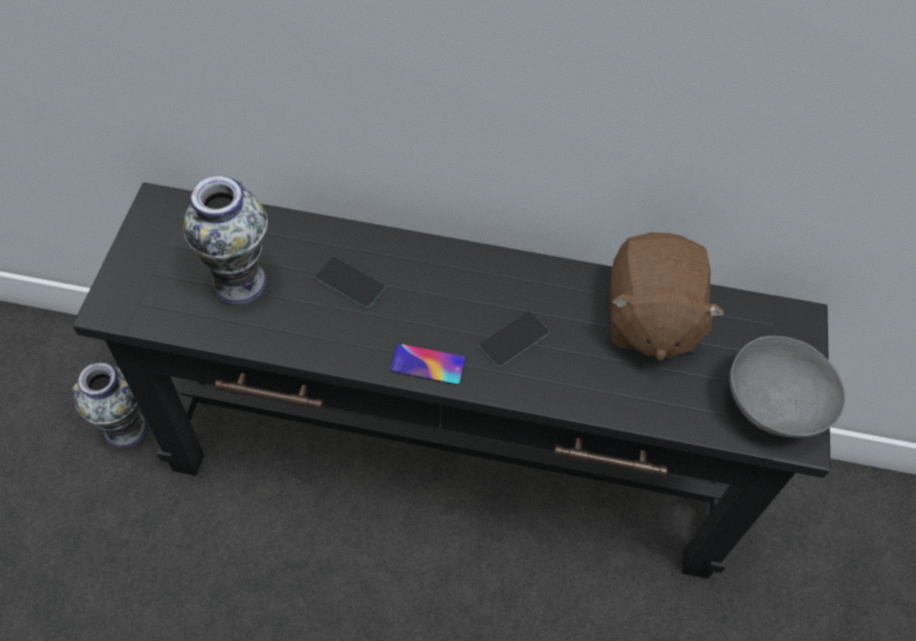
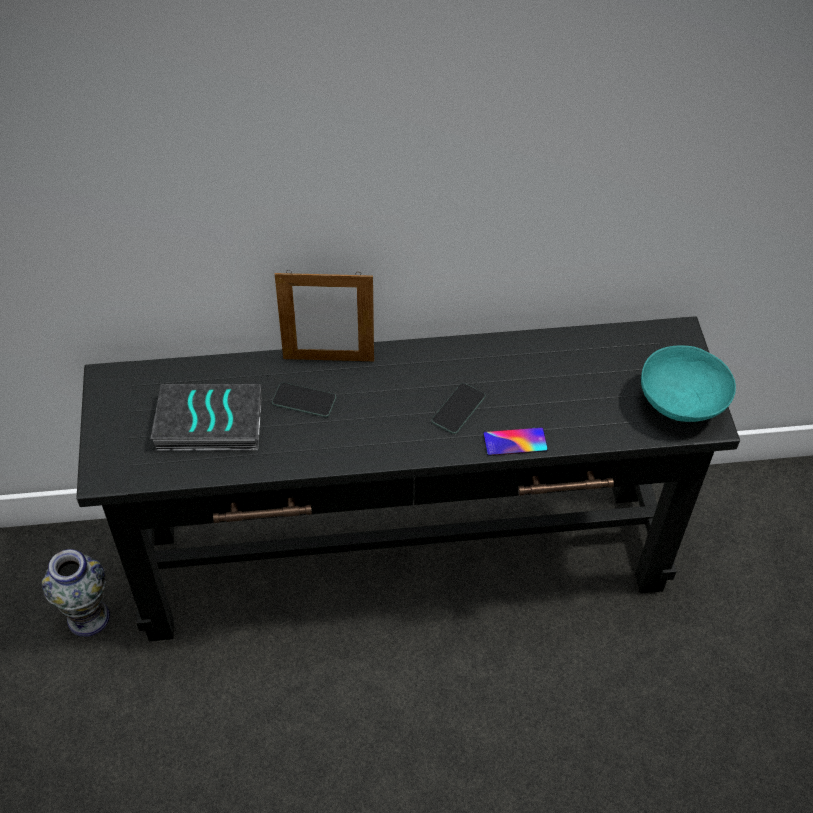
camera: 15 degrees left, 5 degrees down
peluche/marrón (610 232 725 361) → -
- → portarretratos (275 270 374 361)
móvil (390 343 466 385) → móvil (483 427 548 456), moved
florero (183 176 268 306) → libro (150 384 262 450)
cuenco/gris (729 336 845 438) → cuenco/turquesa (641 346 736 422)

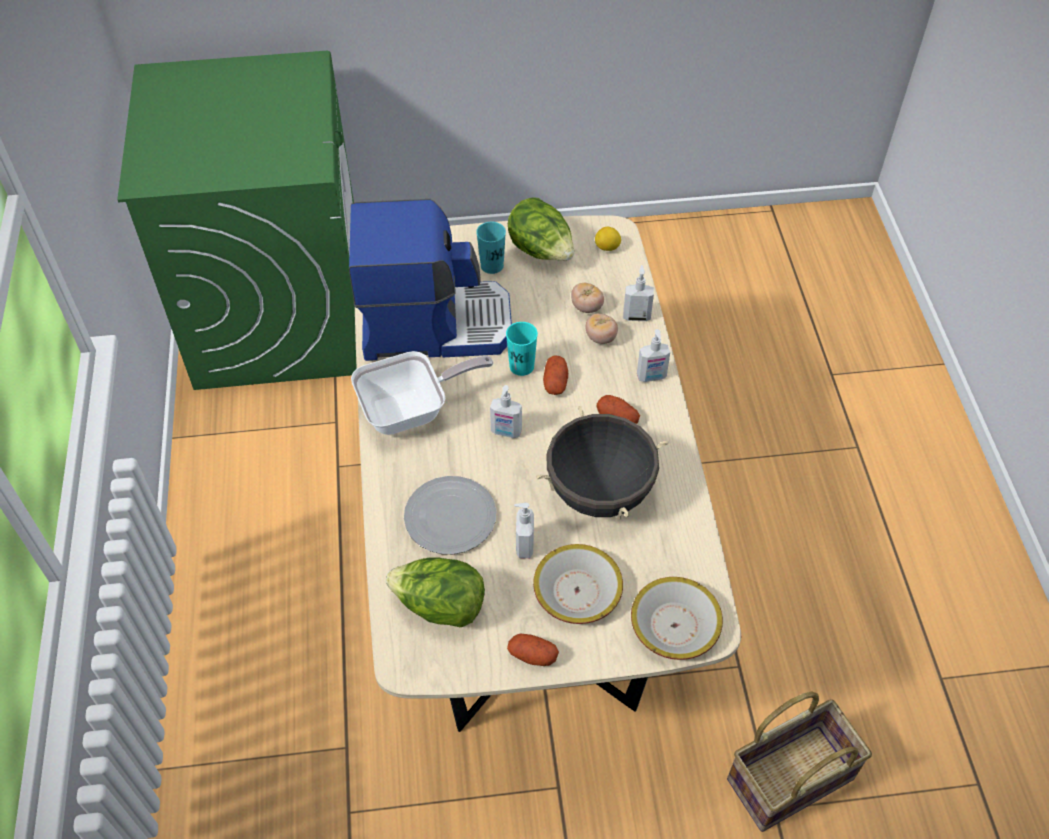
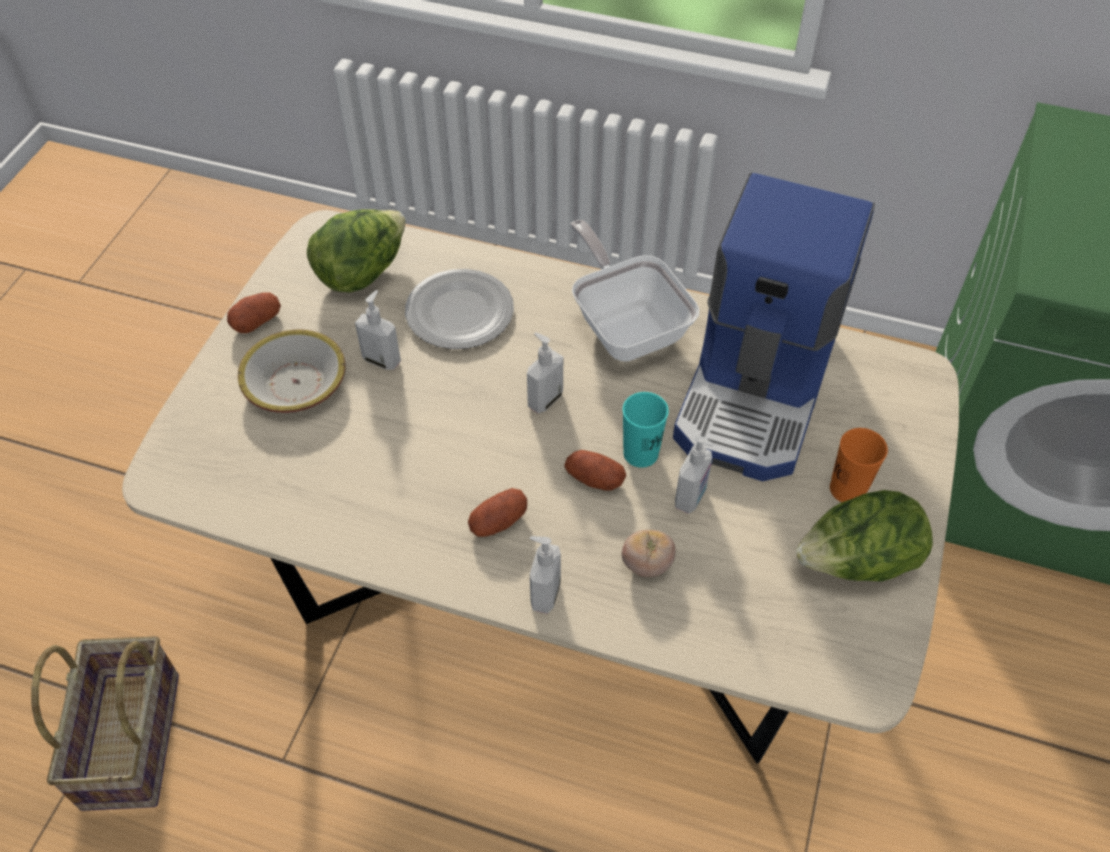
camera: 115 degrees right, 0 degrees up
olla/negro (536 406 669 519) → -
tomate (571 283 604 313) → -
limón (595 227 621 251) → -
cuenco (631 577 723 660) → -
dispensador de jabón (623 265 654 321) → dispensador de jabón (675 435 714 514), moved
taza/turquesa (476 222 506 274) → taza/naranja (830 428 888 502)
sartén (351 351 494 435) → sartén (571 220 699 362), 150 degrees clockwise

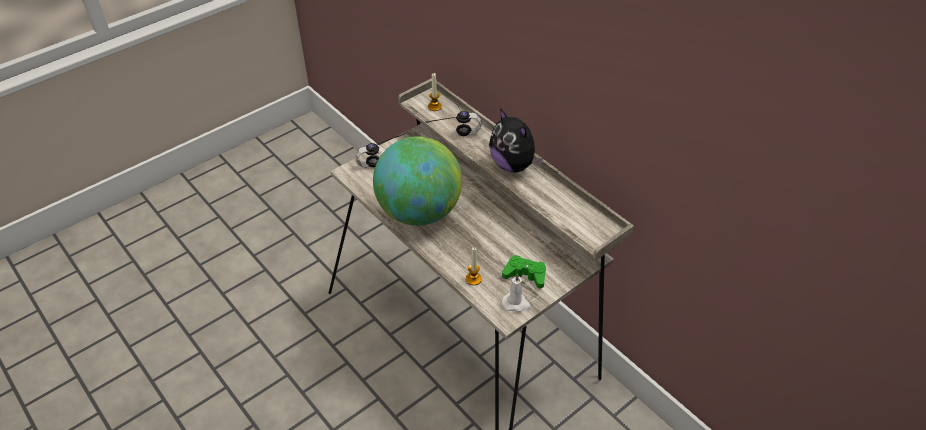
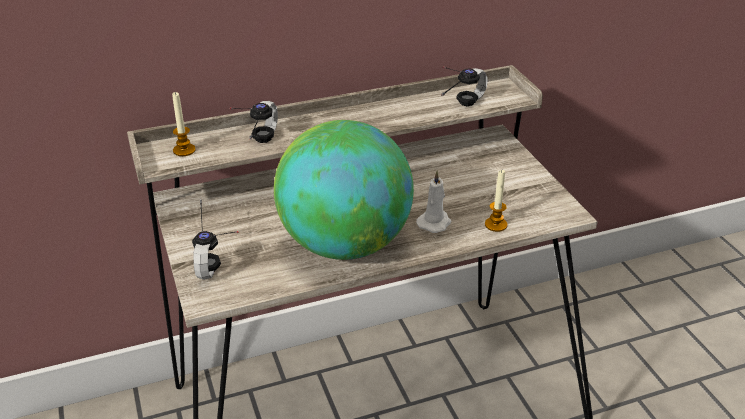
camera: 70 degrees left, 10 degrees down
peluche (489 108 543 172) → -
mando de consola/verde (502 255 546 288) → -
- → auriculares (441 66 488 106)
vela/blanco (502 273 531 312) → vela/blanco (416 170 451 233), moved

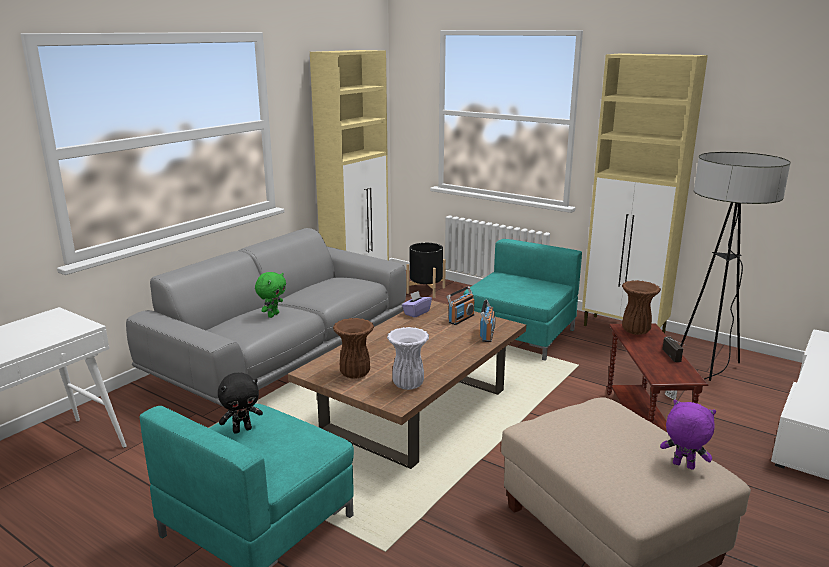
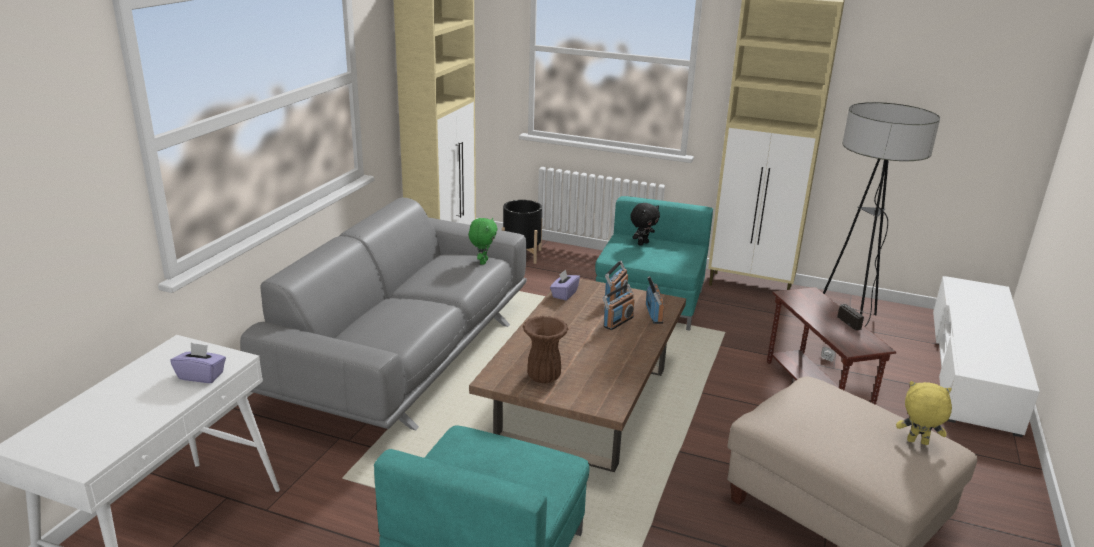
camera: 15 degrees left, 5 degrees up
florero/blanco (387 327 429 390) → -
florero/marrón (622 280 661 335) → -
- → caja de pañuelos/morado (171 343 226 383)
- → radio (603 284 635 330)
peluche/negro (218 373 263 434) → peluche/negro (630 203 660 246), moved
peluche/verde (255 272 286 318) → peluche/verde (469 218 498 265), moved
peluche/morado (660 400 716 470) → peluche/amarillo (896 381 952 445)

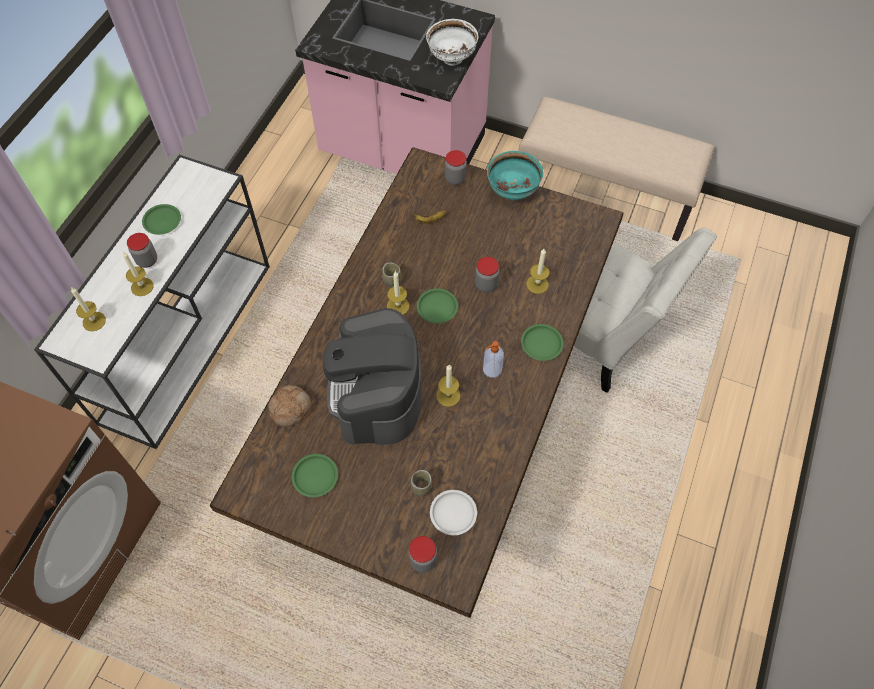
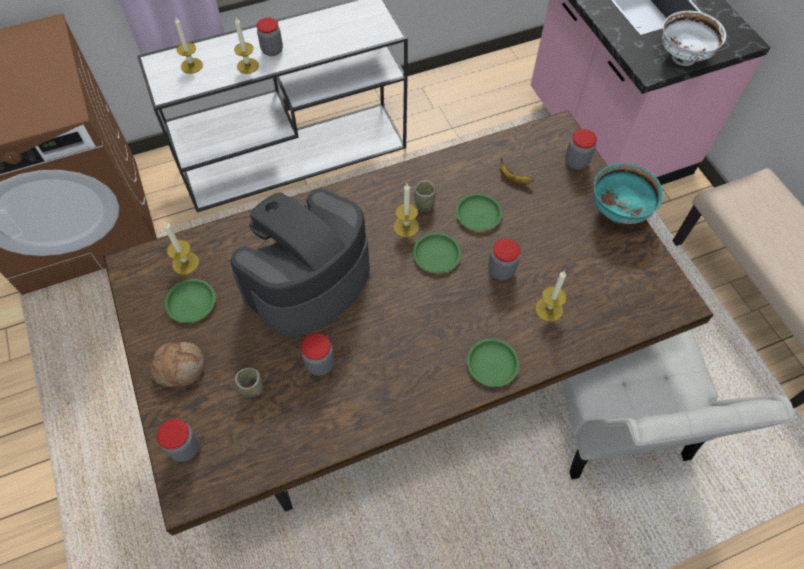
camera: 45 degrees right, 0 degrees up
plato/blanco (430 490 477 535) → -
dispensador de jabón (483 341 504 378) → -
- → tarro (301 333 334 376)
plato/verde (142 204 181 235) → plato/verde (456 193 502 231), moved
pan (268 385 311 427) → pan (150 342 204 387), moved
vela (436 365 460 407) → vela (164 222 199 275), moved

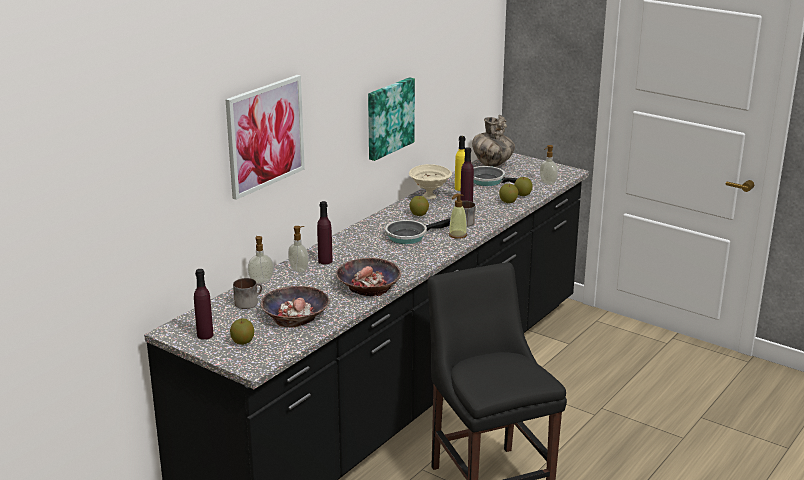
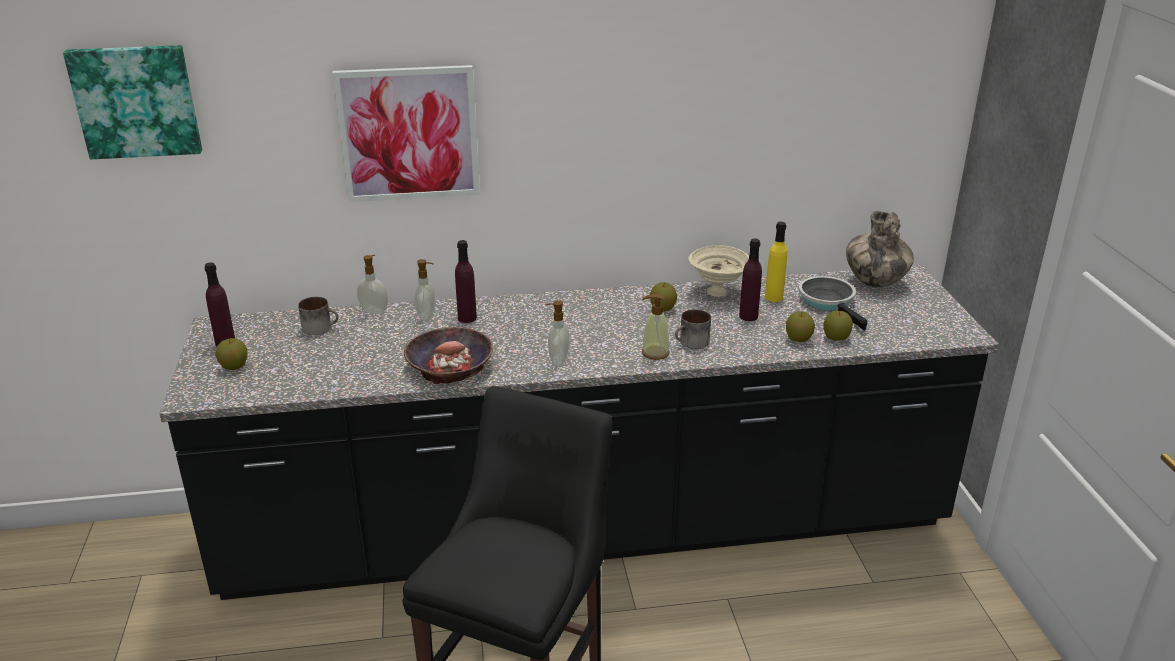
camera: 45 degrees right, 5 degrees up
cuenco (261 286 330 327) → -
sartén (385 218 450 244) → -
cuadro (368 77 415 161) → cuadro (63 45 202 159), moved
dispensador de jabón (540 145 558 185) → dispensador de jabón (545 300 569 366), moved

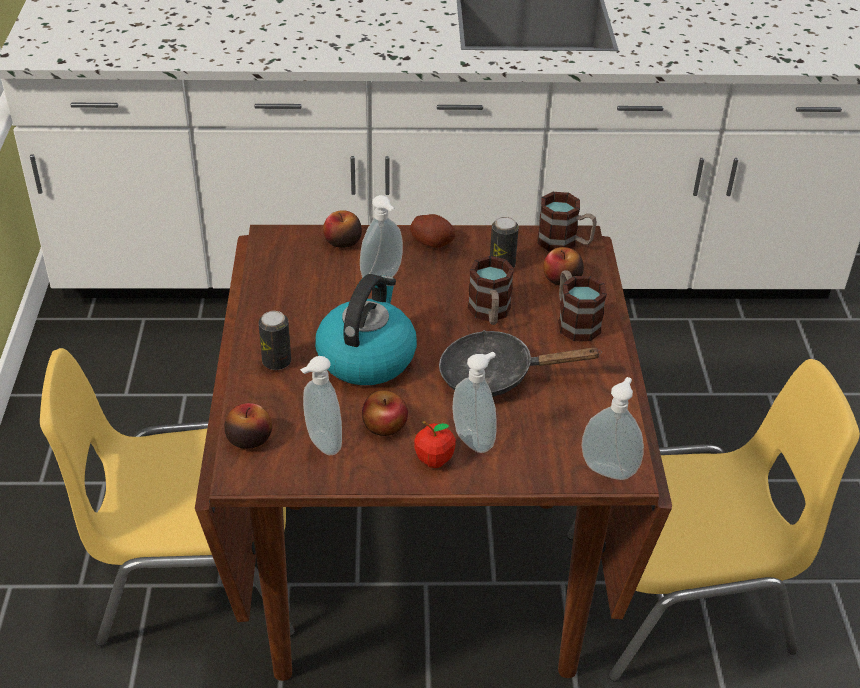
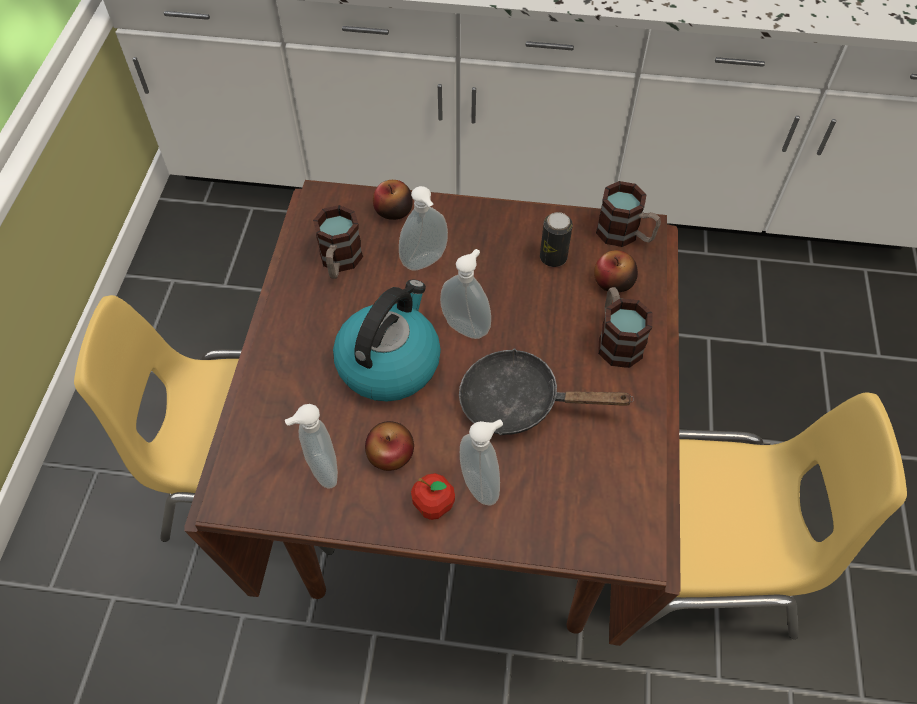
camera: 10 degrees right, 15 degrees up
manzana (224 403 272 449) → -
lata (259 311 291 370) → -
patata (410 214 455 248) → -
taza grande (468 256 514 325) → taza grande (313 205 363 279), moved
dispensador de jabón (582 377 644 480) → dispensador de jabón (440 249 491 339), moved

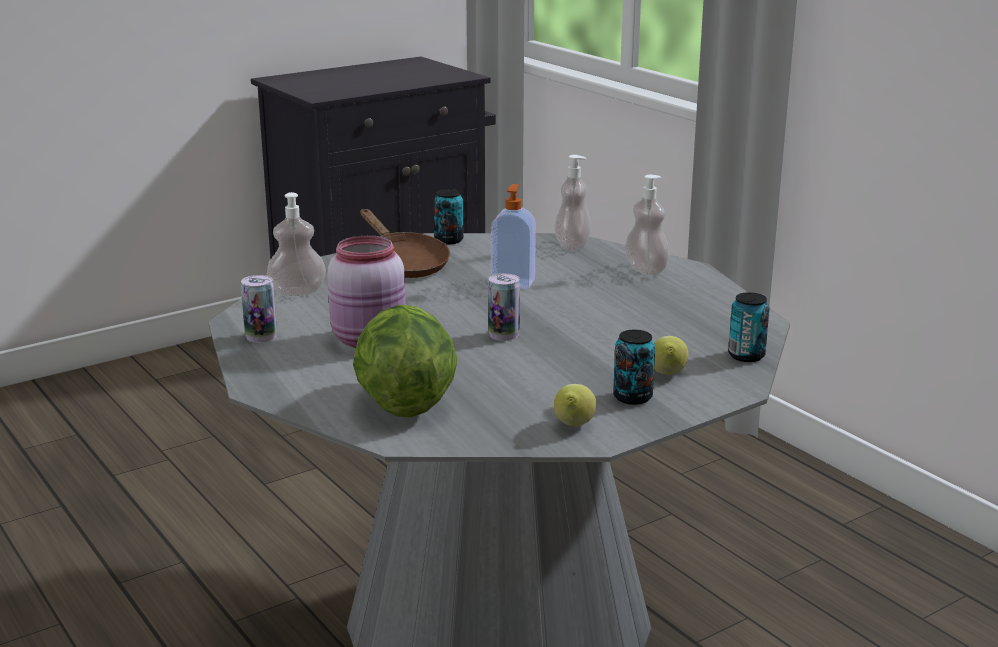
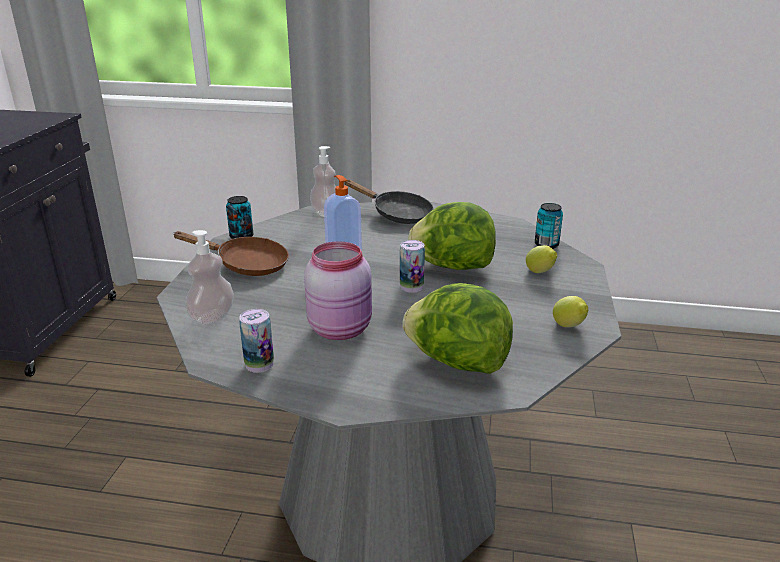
camera: 45 degrees left, 5 degrees up
lata (613 330 655 405) → -
- → lechuga (408 202 496 270)
dispensador de jabón (625 175 670 275) → sartén/negro (344 180 434 224)

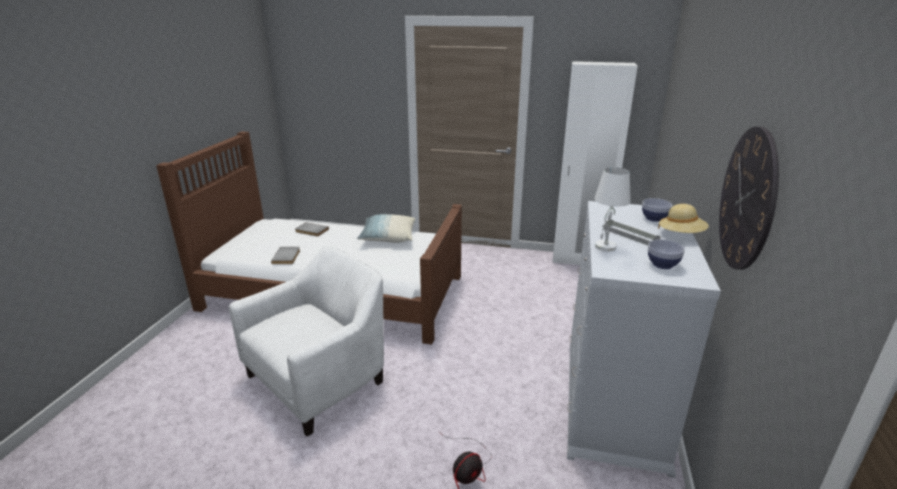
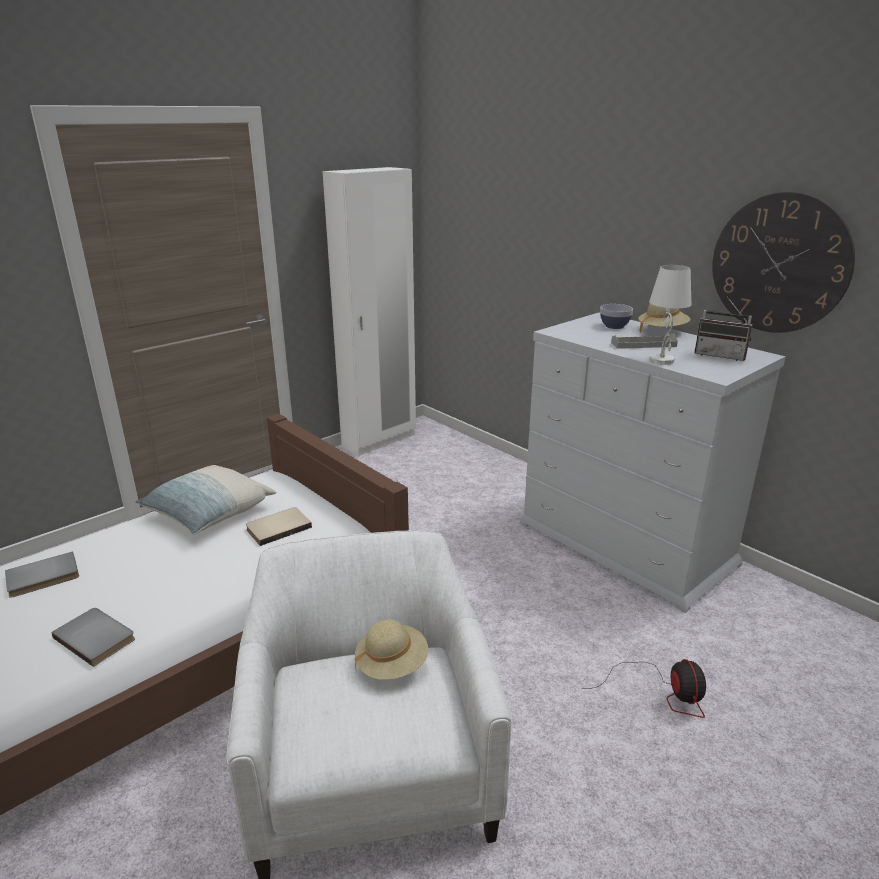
camera: 55 degrees left, 0 degrees up
- → libro/beis (246 507 312 546)
- → sombrero/beis (355 619 429 680)
cuenco (648 239 685 269) → radio (694 297 752 361)

